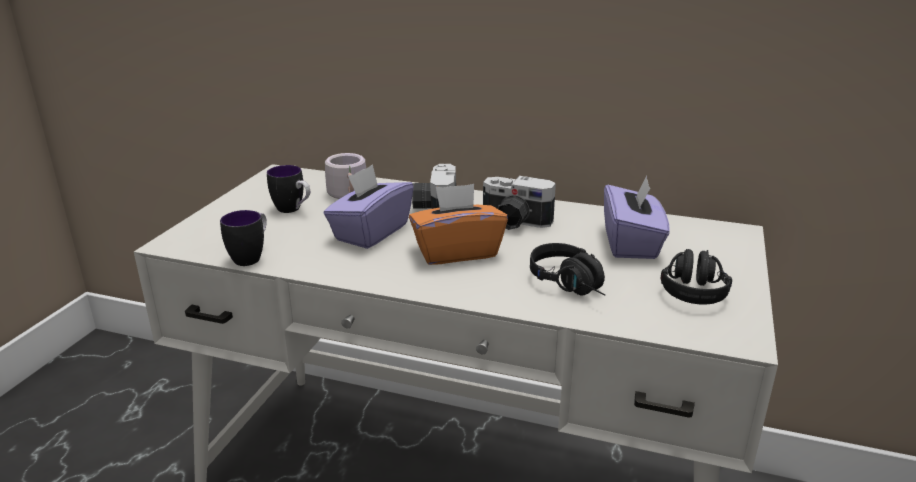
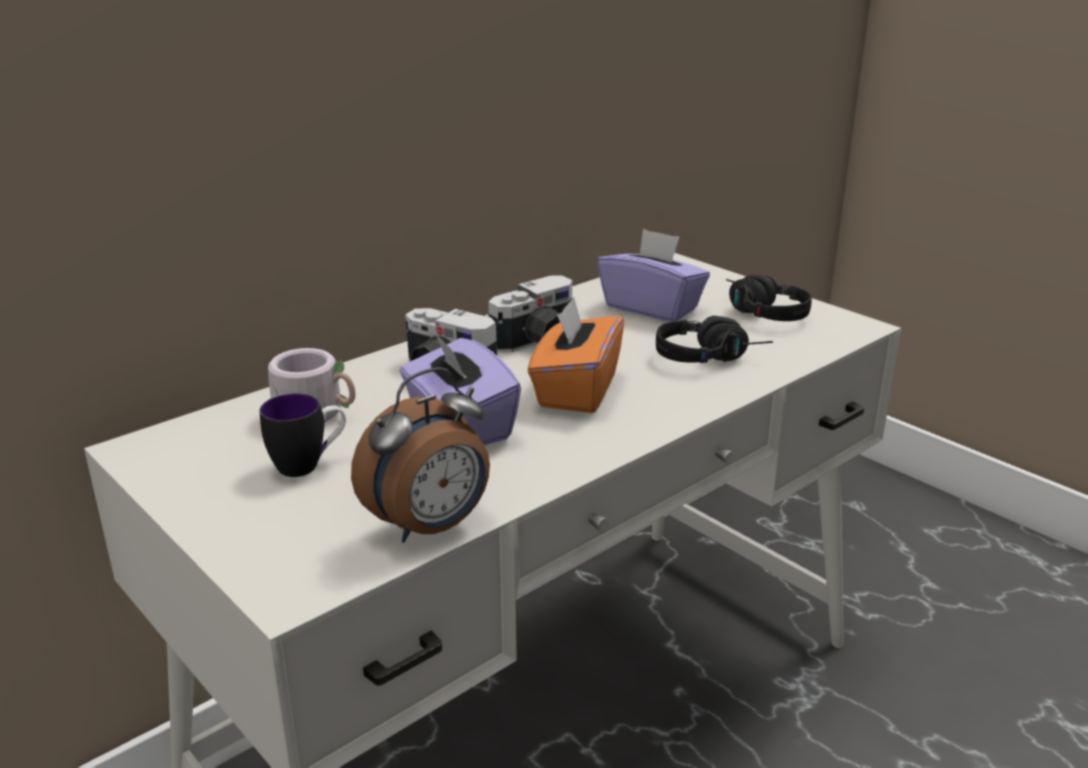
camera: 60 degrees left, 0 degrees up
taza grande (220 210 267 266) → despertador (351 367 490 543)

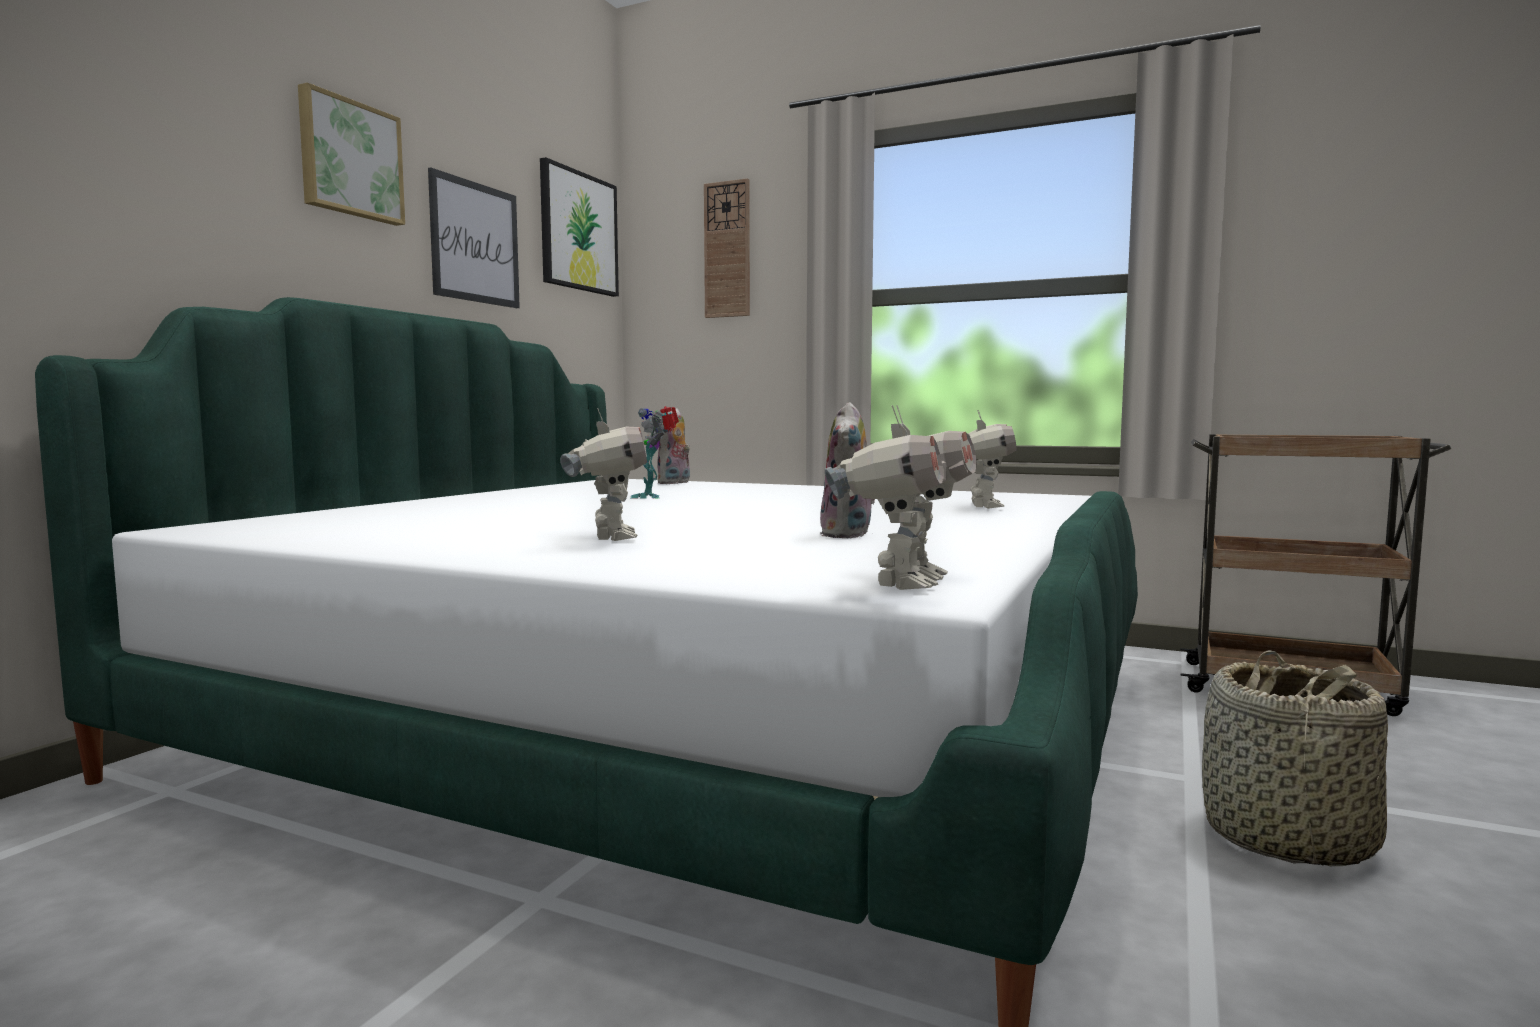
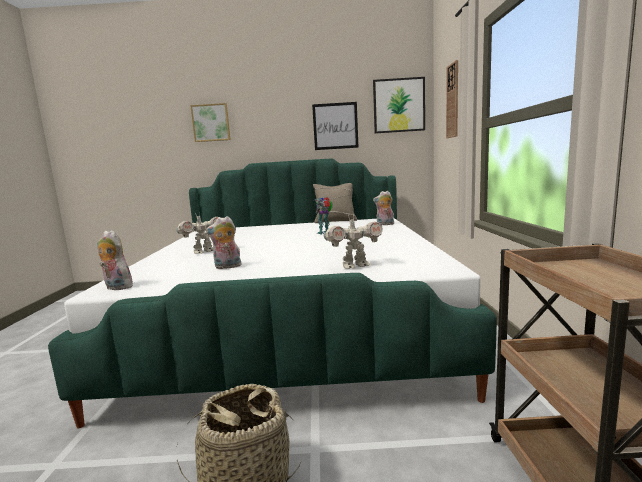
camera: 65 degrees right, 5 degrees up
- → cojín/beis (313 183 357 223)
cuadro (298 82 405 226) → cuadro (190 103 231 142), moved
robot de juguete (825 405 977 590) → peluche (97 230 133 290)

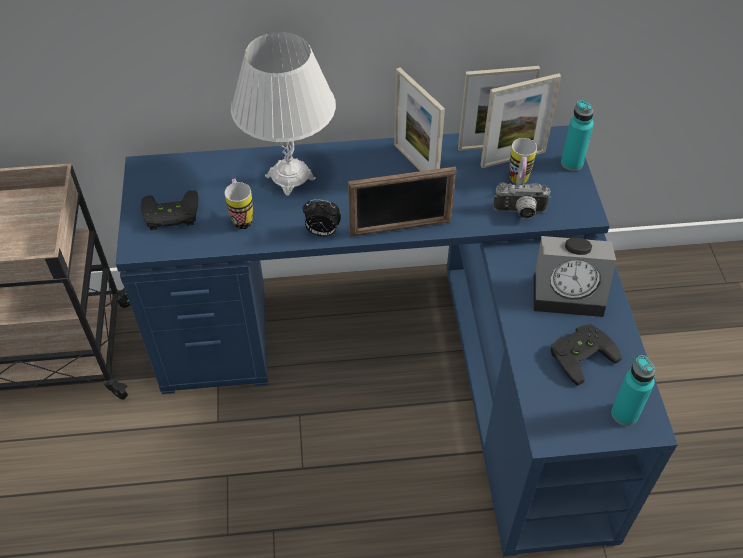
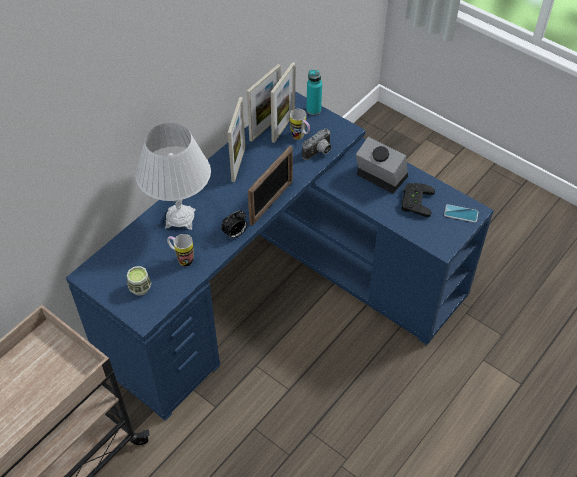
camera: 45 degrees left, 0 degrees up
mando de consola/negro (141 190 199 230) → taza (127 266 151 296)
botella/turquesa (611 355 656 426) → móvil (444 204 478 222)
portarretratos (394 68 445 171) → portarretratos (228 97 245 182), 90 degrees counterclockwise
despertador (534 236 616 317) → despertador (356 137 408 194), 105 degrees counterclockwise

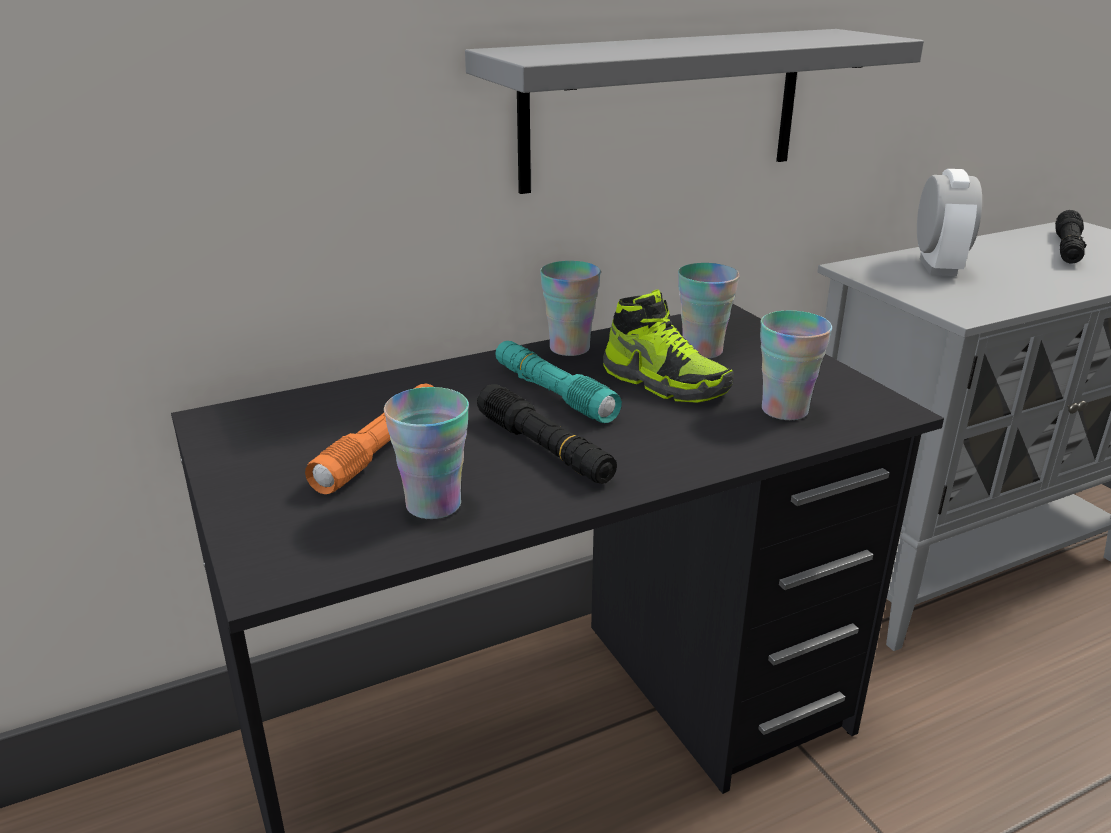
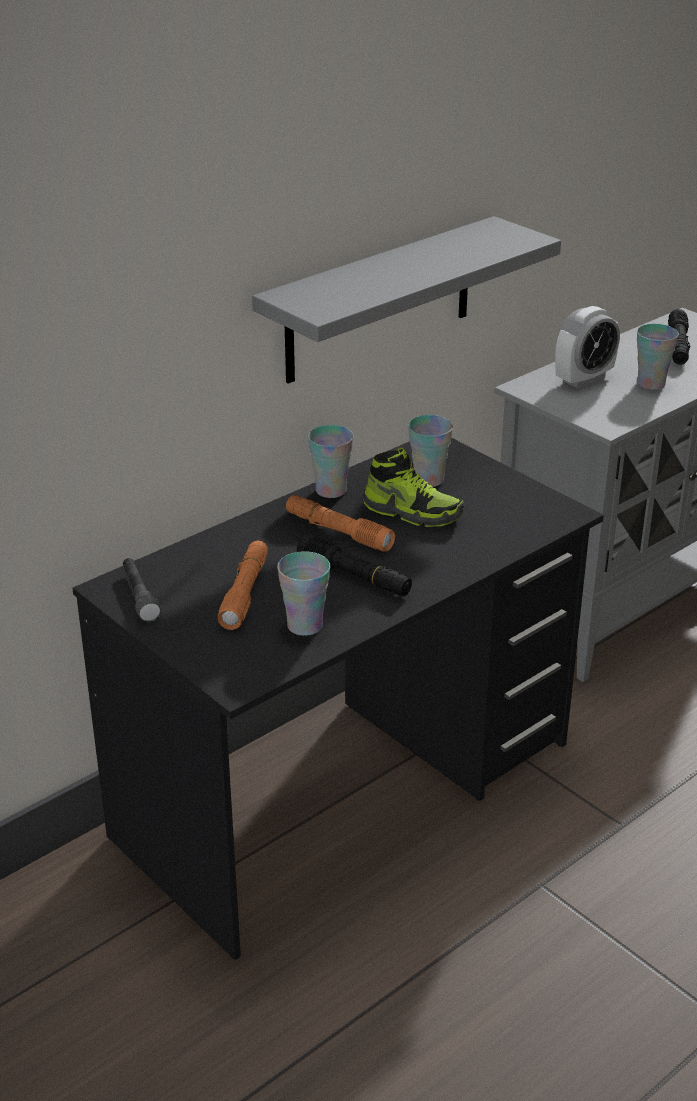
camera: 15 degrees left, 5 degrees up
- → linterna/gris (123 558 161 622)
taza (760 311 832 420) → taza (637 324 679 390), moved
linterna/turquesa (495 341 622 423) → linterna/naranja (286 495 395 552)
despertador (917 169 982 276) → despertador (555 306 620 388), 60 degrees clockwise

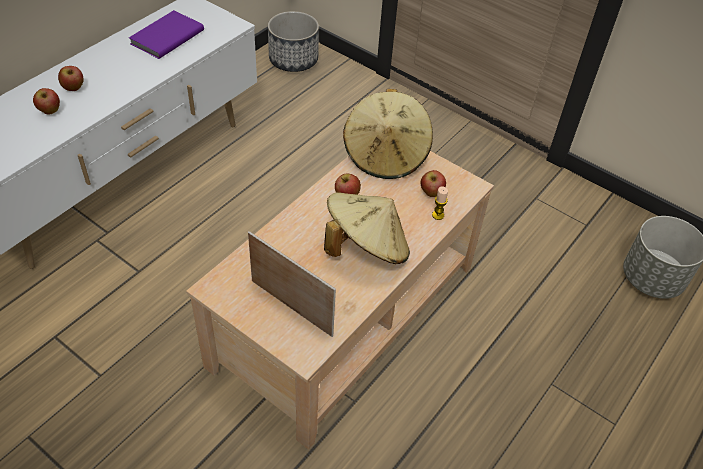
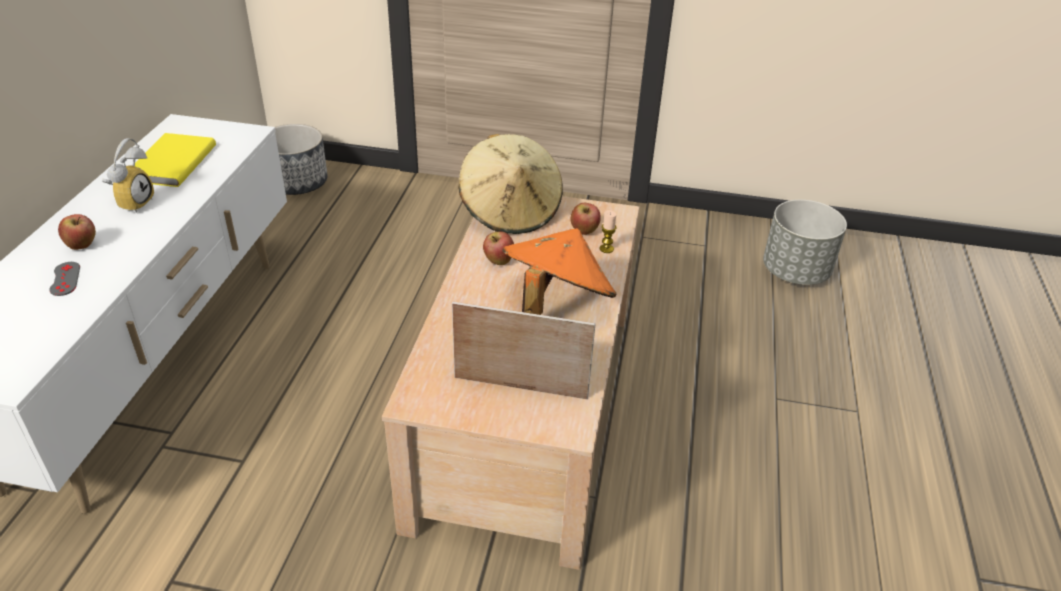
camera: 25 degrees left, 10 degrees down
- → despertador (102 138 154 213)
manzana (33 88 60 115) → mando de consola/gris (49 262 80 296)
libro/morado (129 10 204 59) → libro/amarillo (135 133 216 187)
sombrero/beis (324 193 410 264) → sombrero/naranja (502 228 617 315)

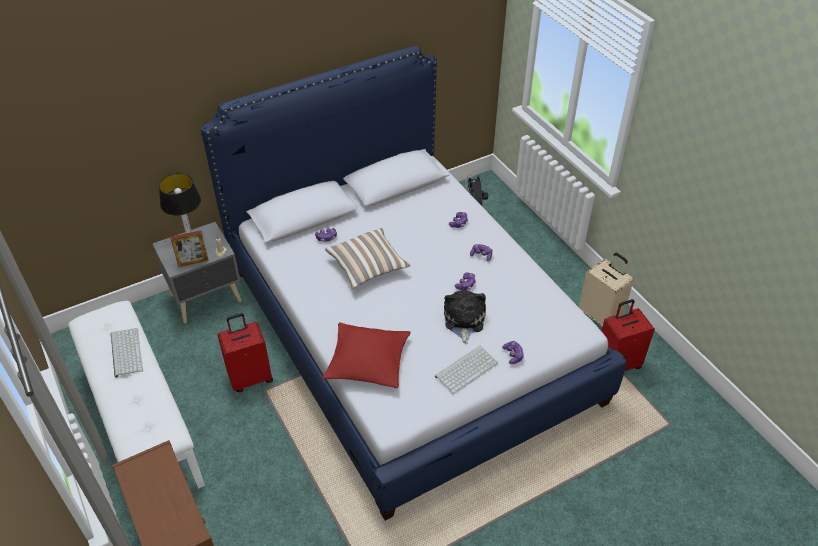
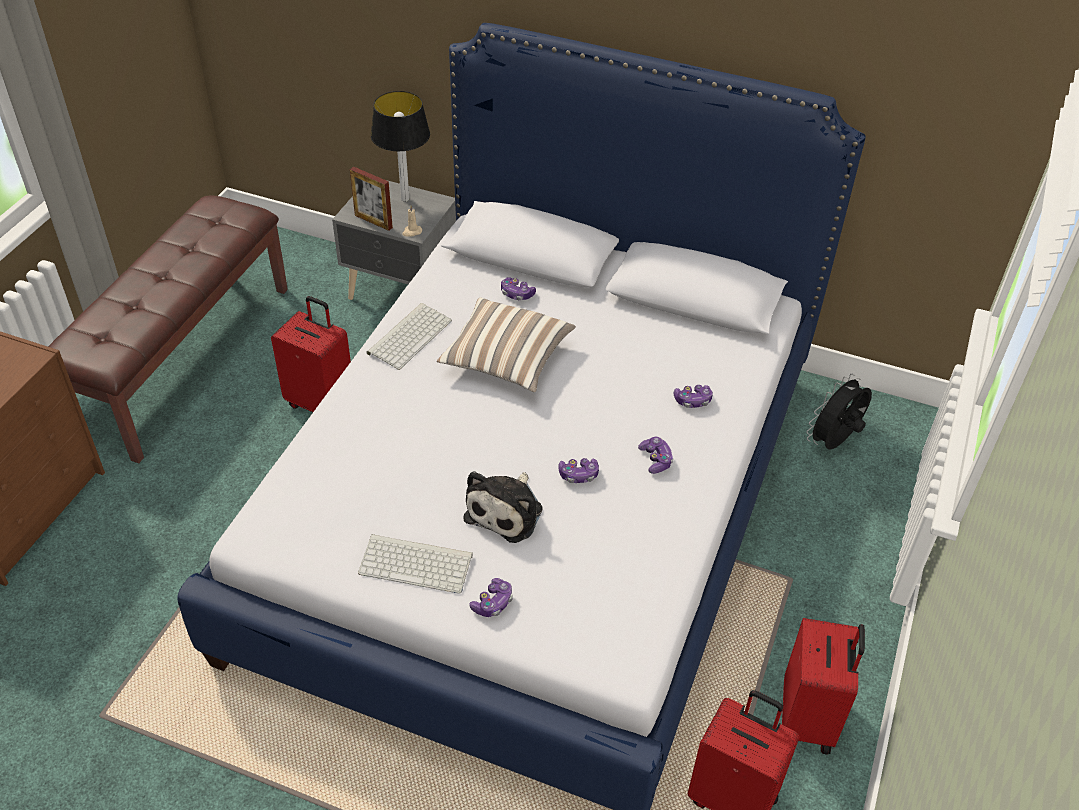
camera: 50 degrees right, 0 degrees up
cojín/rojo (322 323 411 388) → -
teclado (110 328 143 378) → teclado (367 303 452 370), moved
banco/blanco (68 301 205 489) → banco/marrón (48 196 288 463)
maleta/beis (578 253 634 326) → maleta/rojo (782 618 865 755)
peluche (444 290 486 344) → peluche (463 471 543 543), 150 degrees clockwise

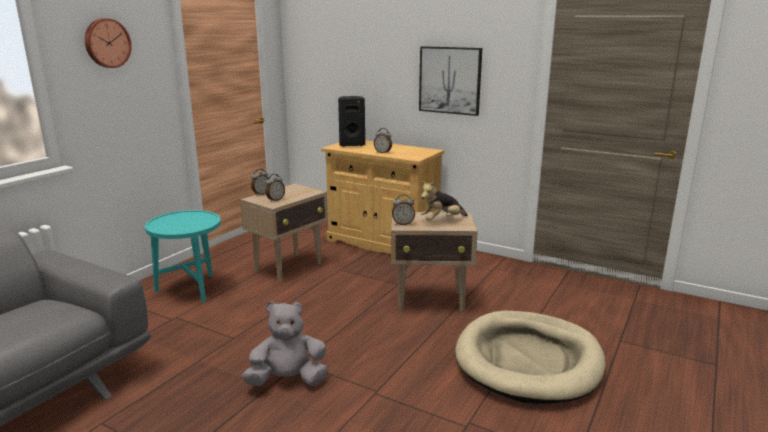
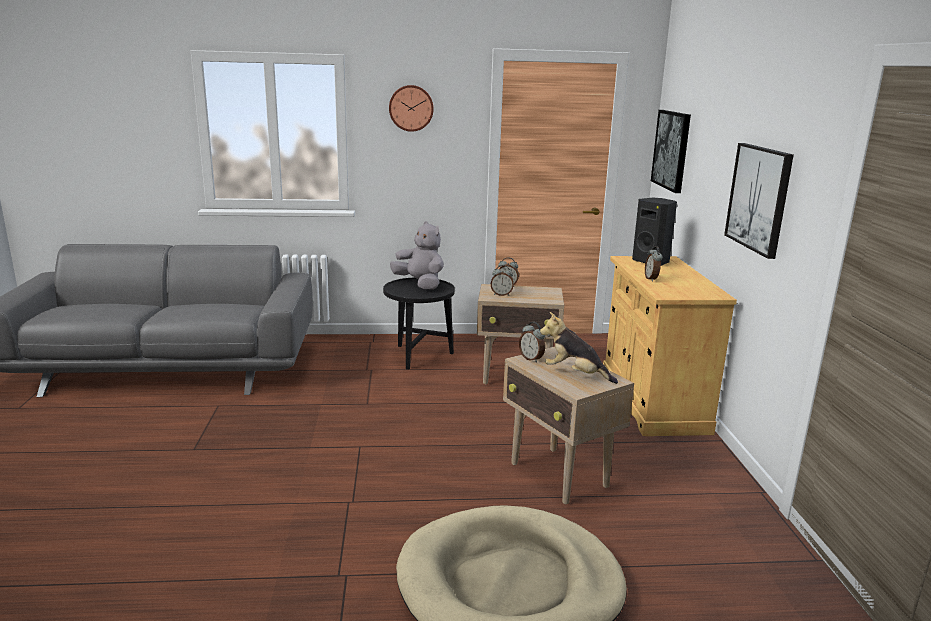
camera: 55 degrees right, 0 degrees up
- → cuadro (651 110 691 193)
peluche/gris (242 301 328 386) → peluche/gris (390 221 444 289), moved
mesa auxiliar/turquesa (145 210 221 302) → mesa auxiliar/negro (383 277 455 370)

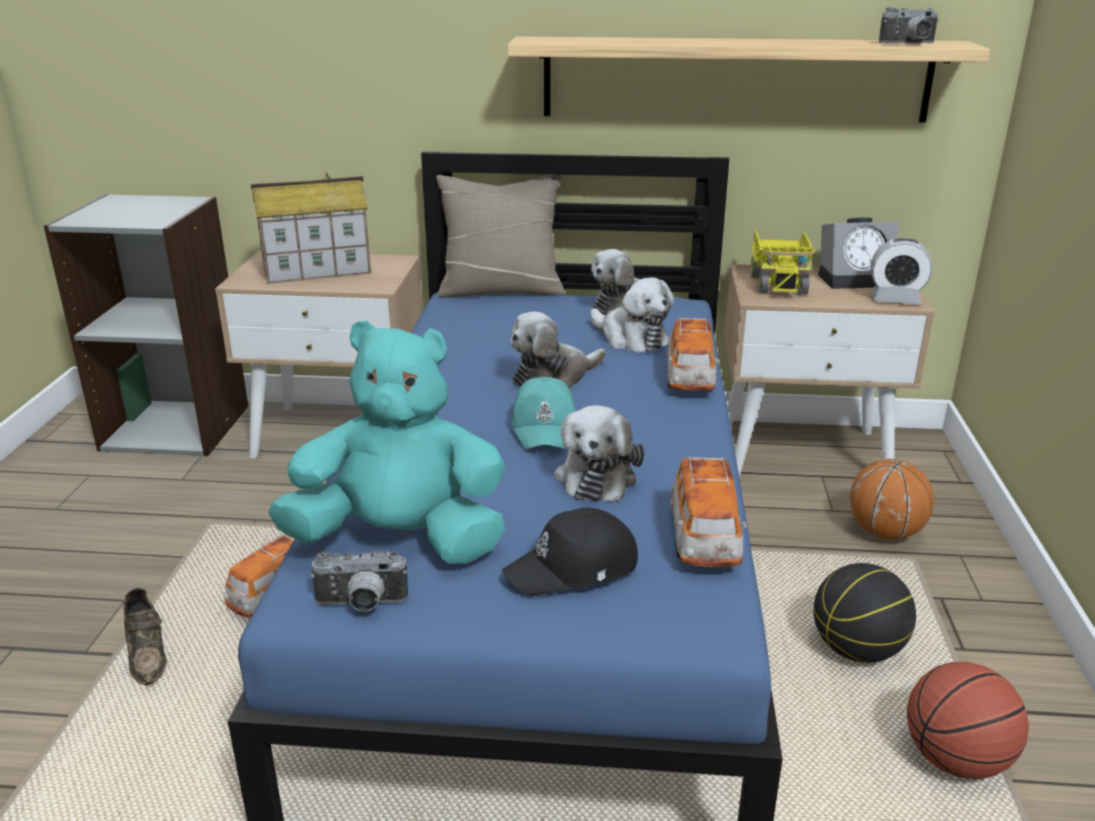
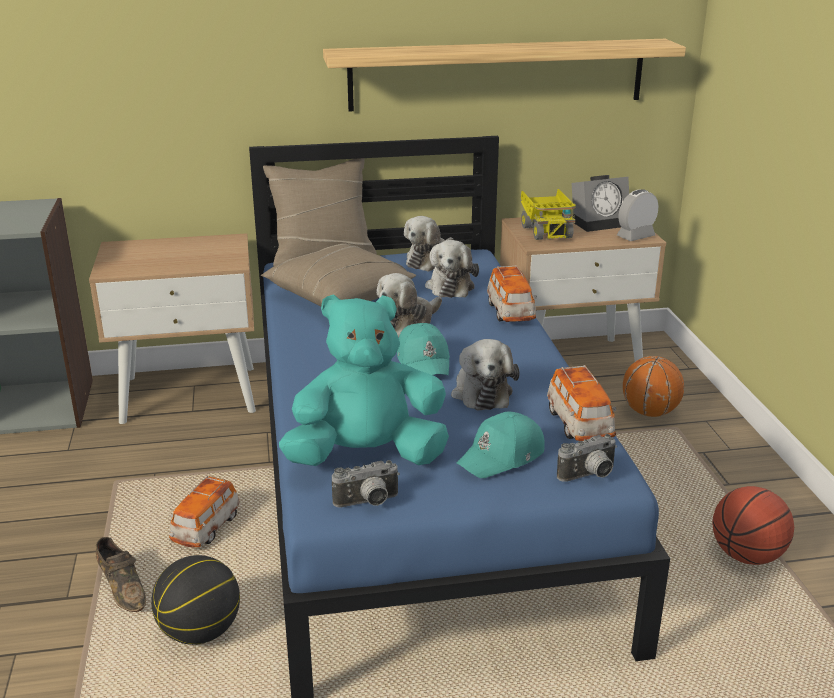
camera: 15 degrees left, 0 degrees up
casita (250 173 371 284) → -
- → cojín/beis (261 244 416 307)
balón de baloncesto (814 563 916 663) → balón de baloncesto (151 555 240 645), moved
cámara (879 7 939 43) → cámara (557 434 617 482), moved
gorra/negro (502 508 638 596) → gorra/turquesa (457 412 545 478)
peluche (590 277 674 352) → peluche (425 240 479 298), 60 degrees clockwise
despertador (871 238 933 305) → despertador (617 189 658 241), 150 degrees clockwise

